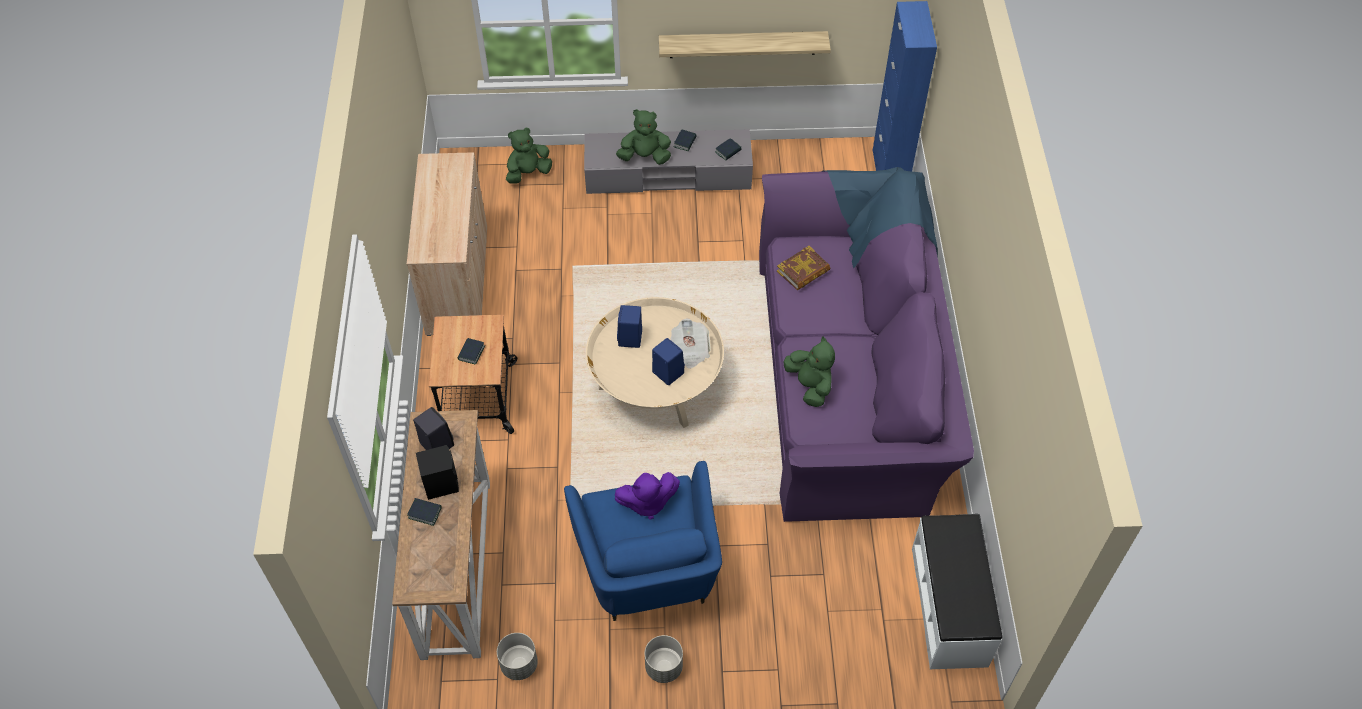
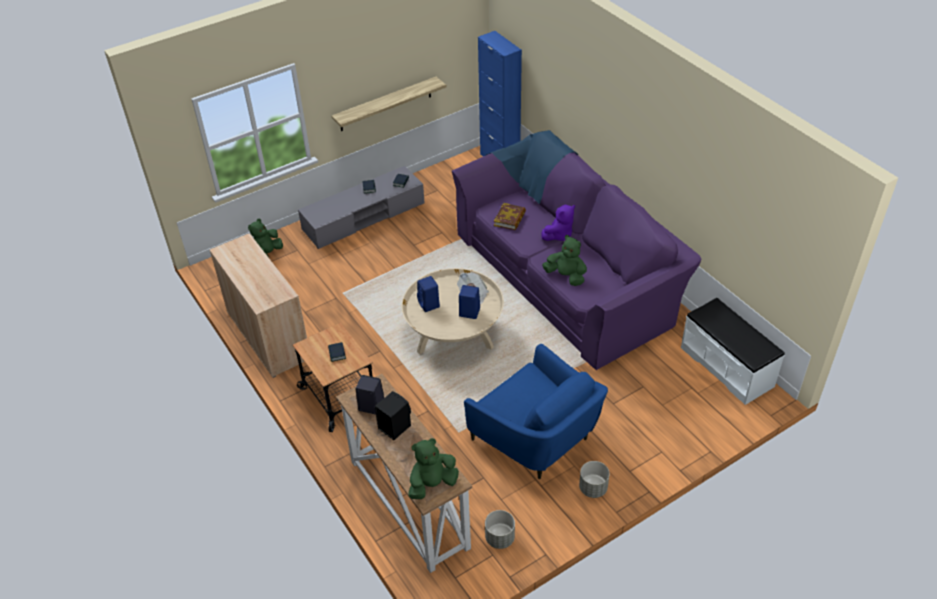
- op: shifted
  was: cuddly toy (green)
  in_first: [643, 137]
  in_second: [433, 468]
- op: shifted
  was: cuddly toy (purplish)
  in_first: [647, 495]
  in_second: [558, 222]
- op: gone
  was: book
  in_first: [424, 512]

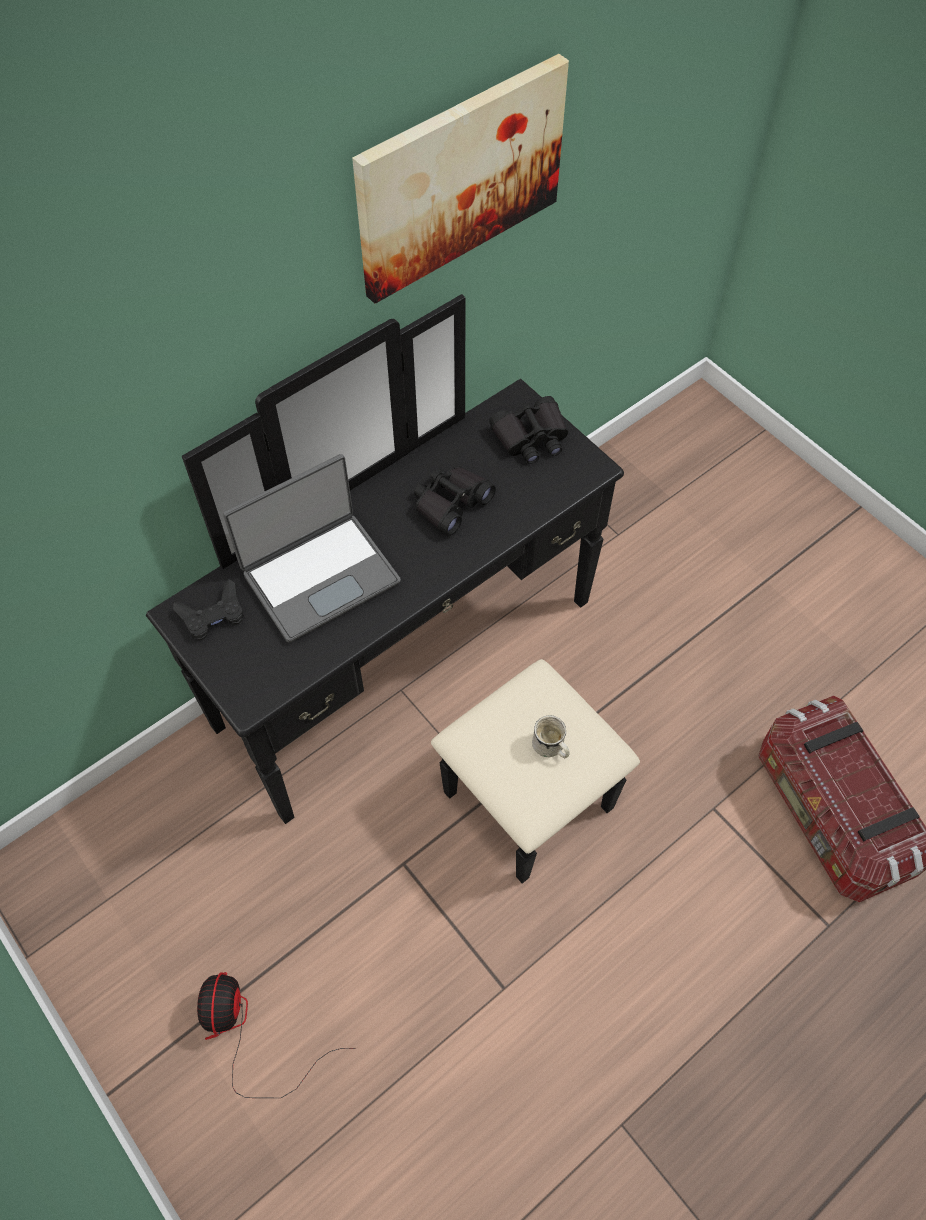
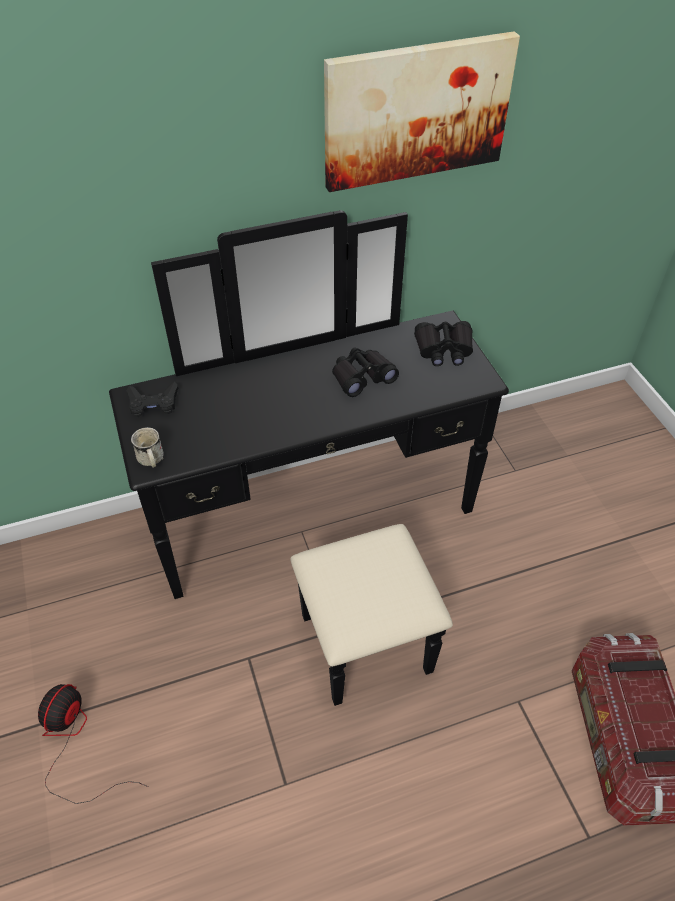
- op: shifted
  was: coffee mug (white-coloured)
  in_first: [551, 736]
  in_second: [147, 447]
- op: gone
  was: portable computer
  in_first: [312, 548]

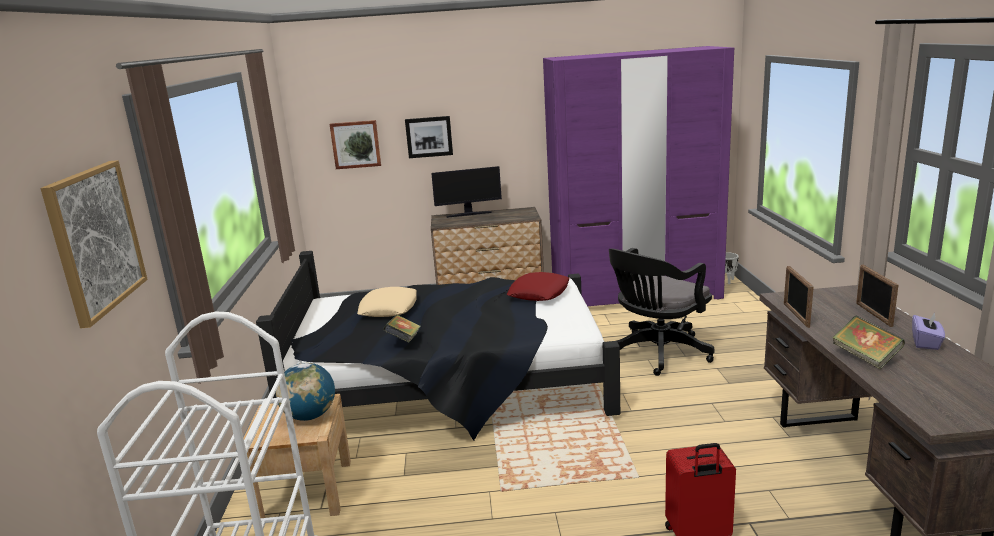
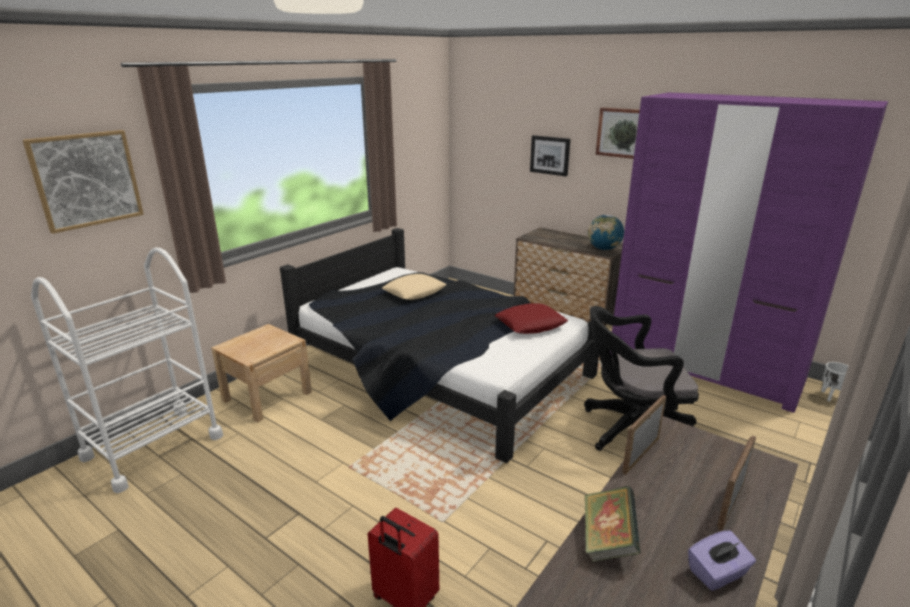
- op: shifted
  was: globe
  in_first: [305, 392]
  in_second: [606, 232]
- op: shifted
  was: wall art
  in_first: [355, 144]
  in_second: [618, 133]
- op: gone
  was: book
  in_first: [402, 329]
- op: gone
  was: monitor
  in_first: [466, 192]

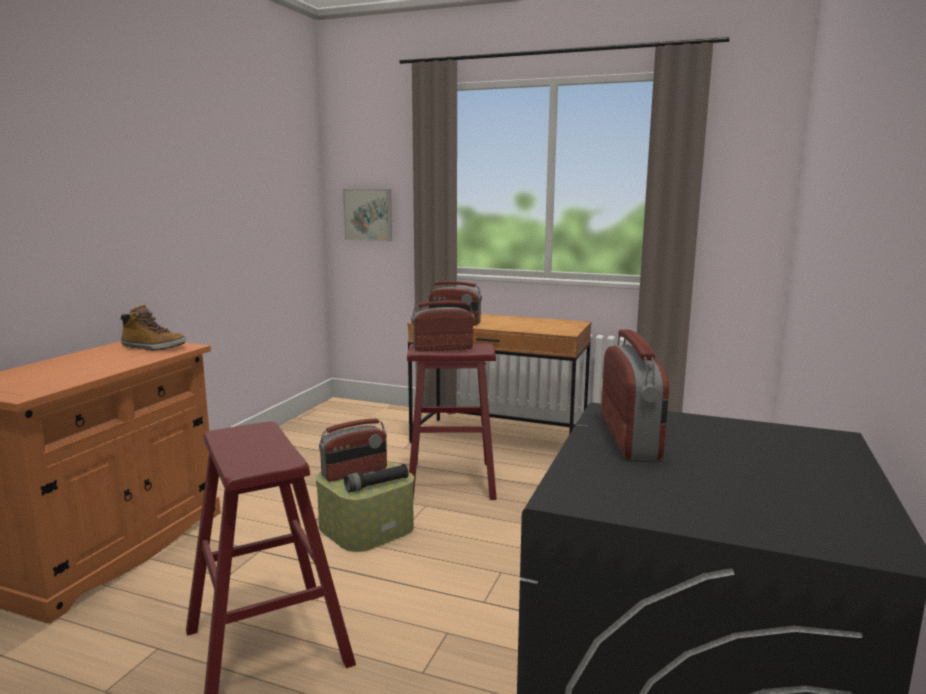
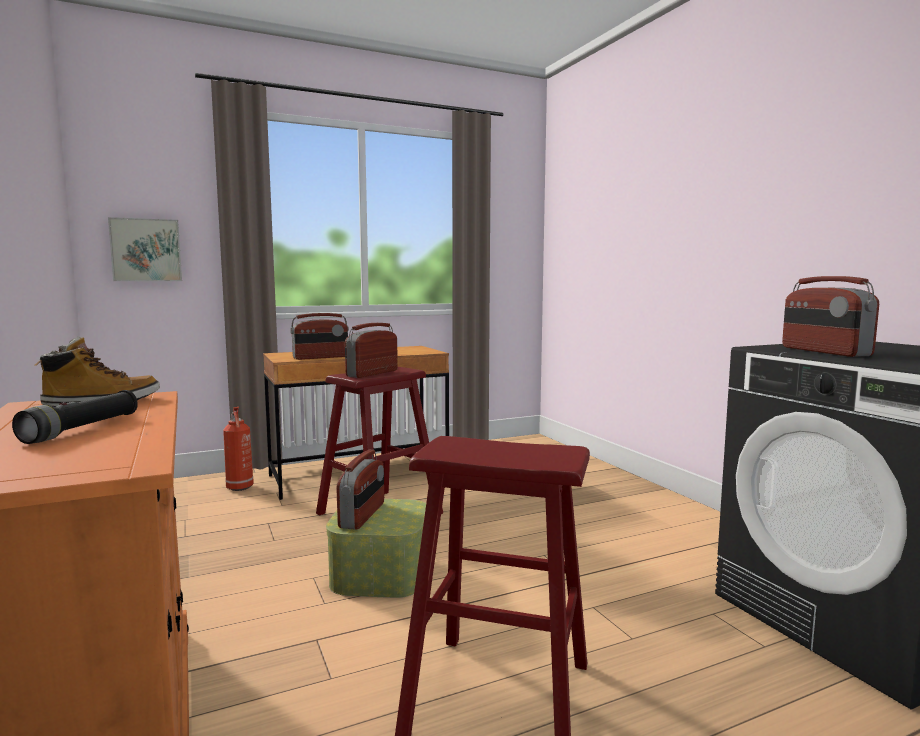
- op: shifted
  was: torch (blackish)
  in_first: [376, 478]
  in_second: [75, 417]
- op: new
  now: extinguisher
  in_second: [238, 449]
- op: rotated
  was: radio receiver
  in_first: [635, 394]
  in_second: [830, 316]
  clockwise: -150

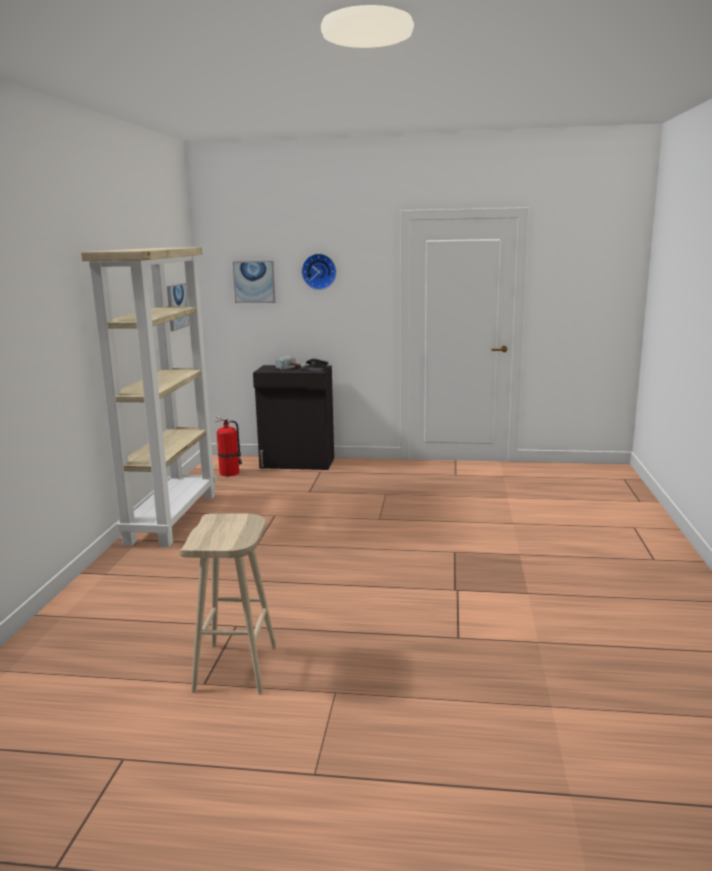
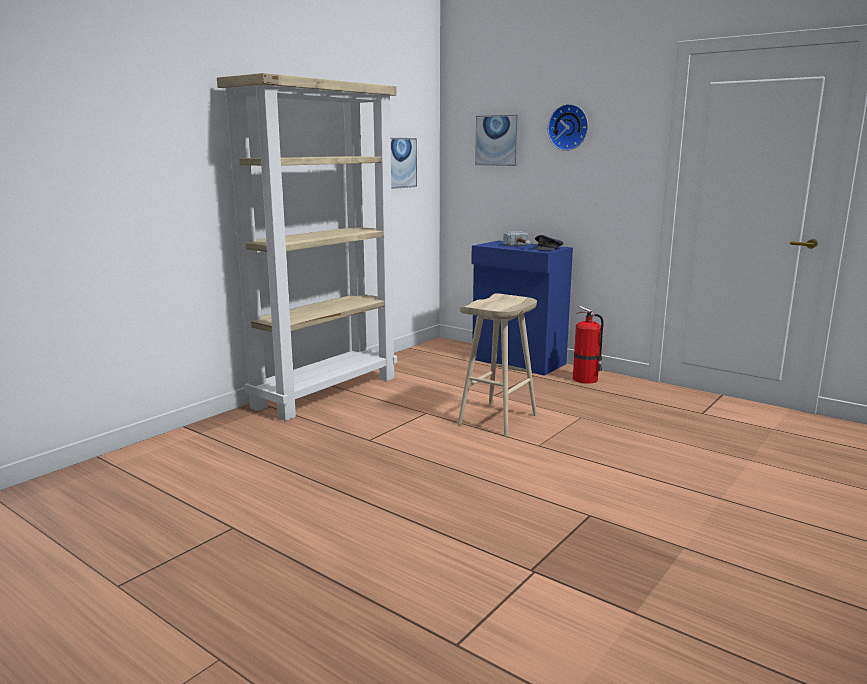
- op: shifted
  was: stool (beige)
  in_first: [227, 603]
  in_second: [497, 365]
- op: repainted
  was: storage cabinet (blackish)
  now: storage cabinet (blue-coloured)
  in_first: [293, 417]
  in_second: [522, 308]
- op: shifted
  was: extinguisher
  in_first: [228, 446]
  in_second: [588, 345]

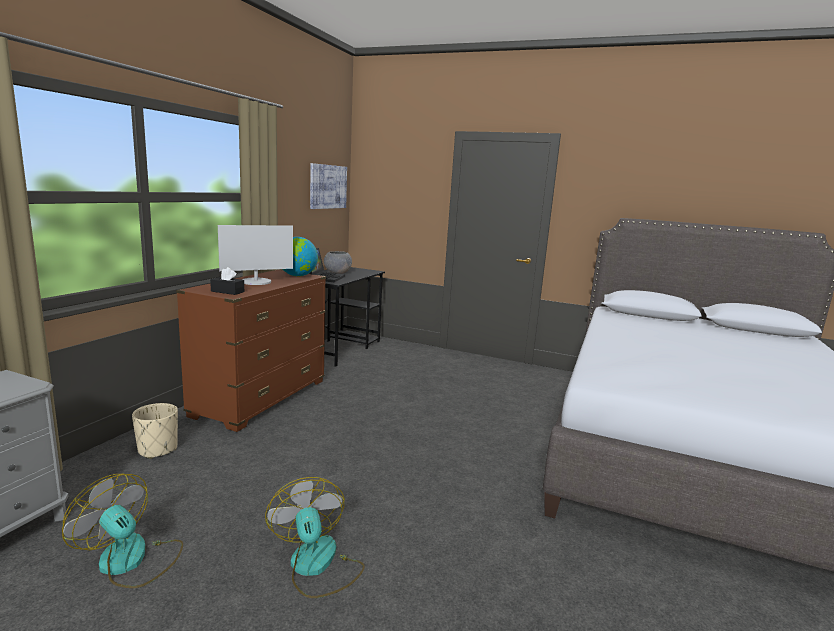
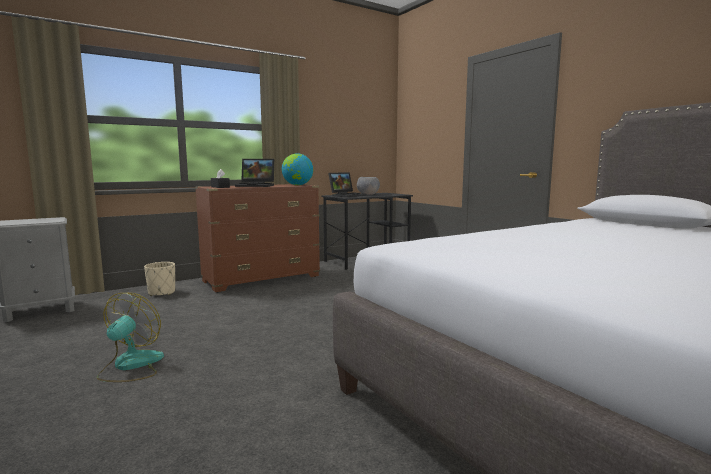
- op: swapped
  was: monitor
  now: portable computer
  in_first: [255, 255]
  in_second: [254, 173]
- op: gone
  was: electric fan
  in_first: [122, 531]
- op: gone
  was: wall art
  in_first: [328, 186]

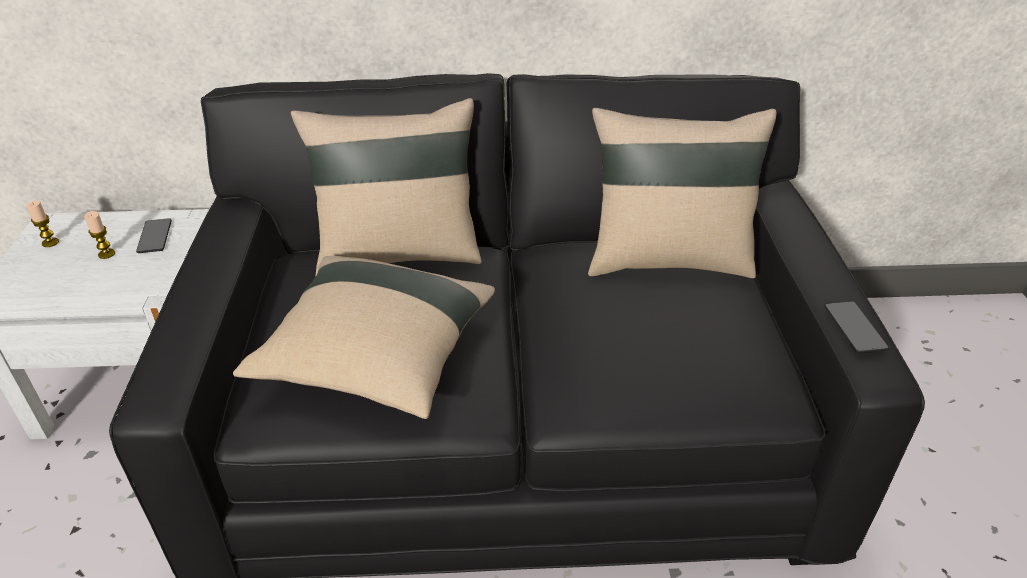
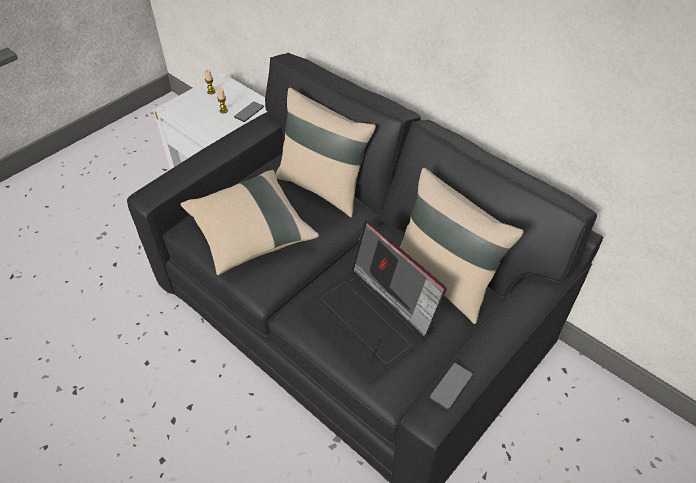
- op: new
  now: portable computer
  in_second: [373, 300]

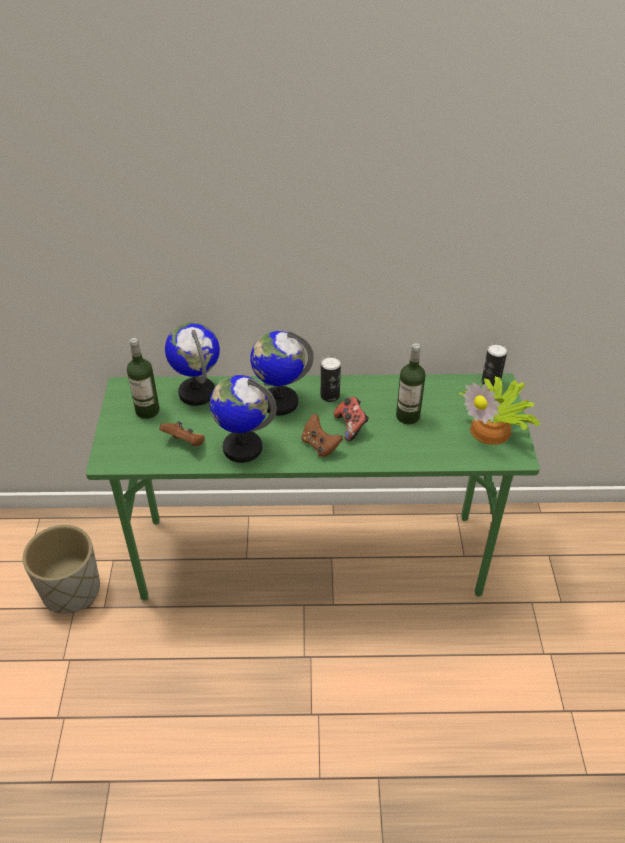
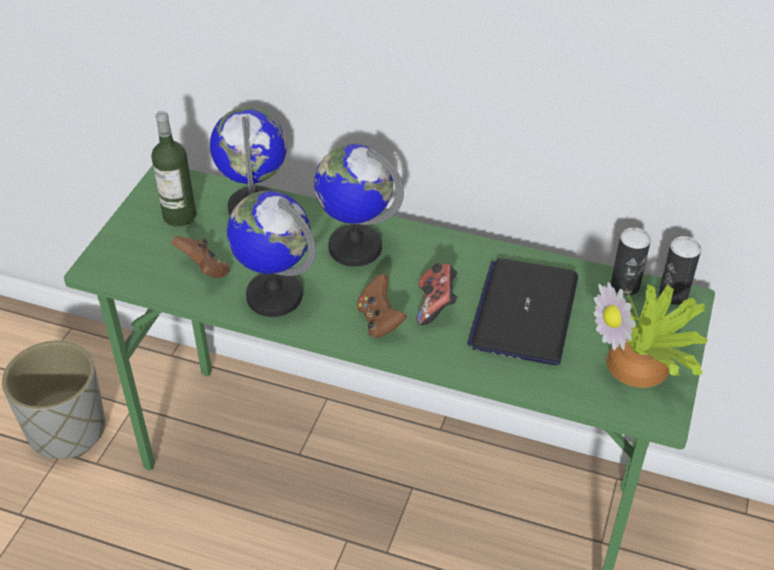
- op: swapped
  was: bottle
  now: portable computer
  in_first: [411, 384]
  in_second: [522, 311]
- op: shifted
  was: can
  in_first: [331, 379]
  in_second: [631, 261]

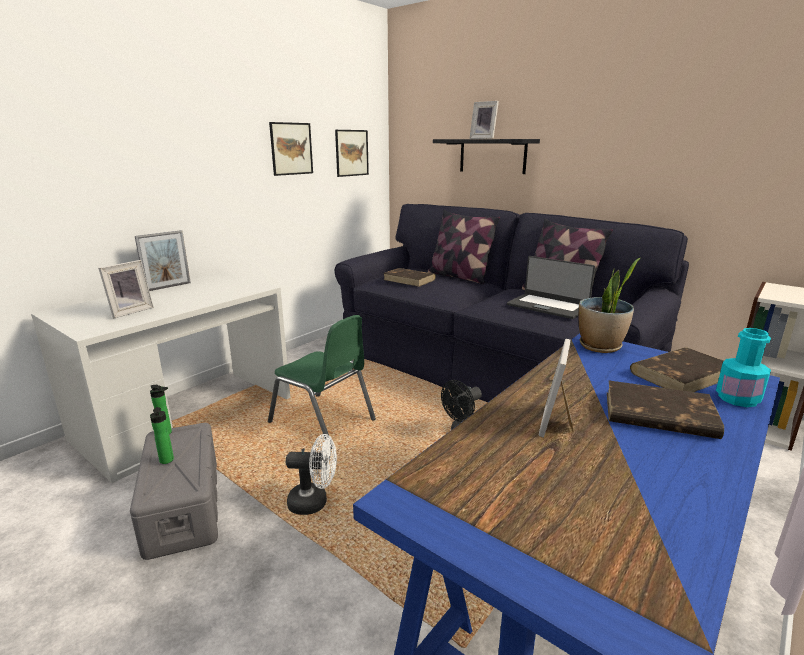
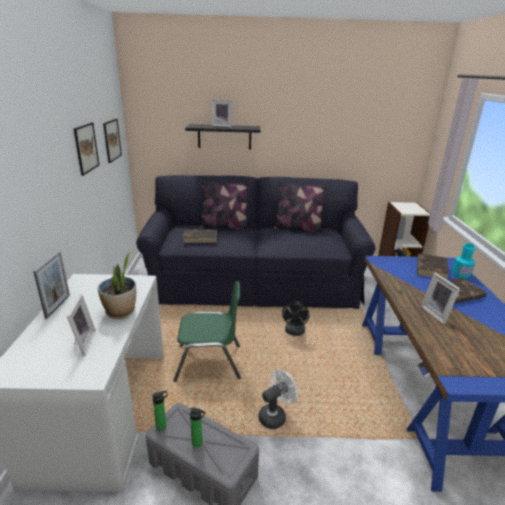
- op: shifted
  was: houseplant
  in_first: [609, 305]
  in_second: [117, 285]
- op: gone
  was: portable computer
  in_first: [551, 287]

